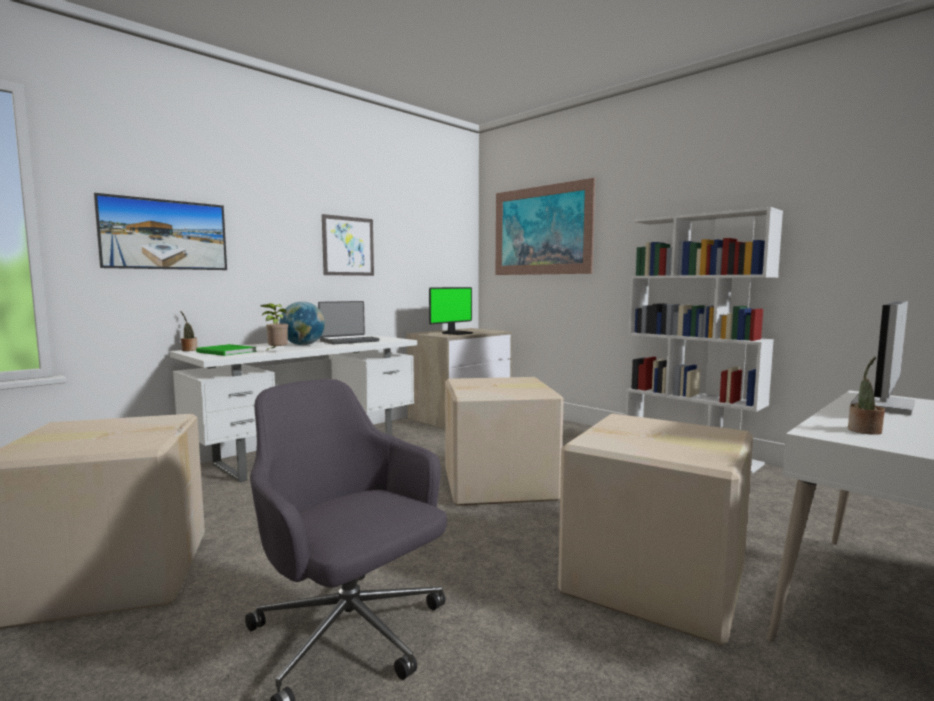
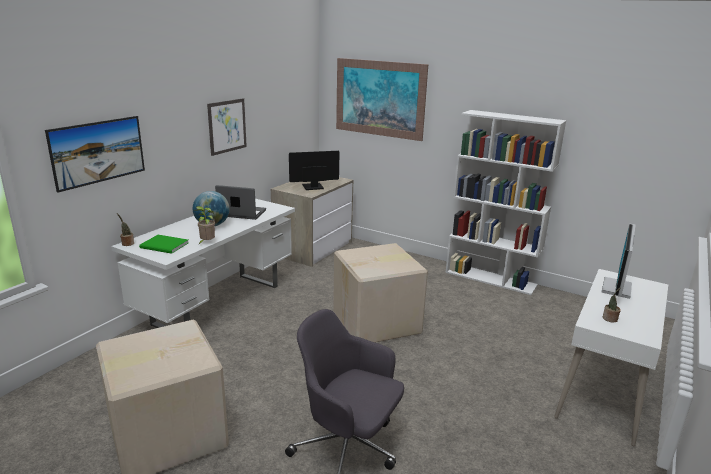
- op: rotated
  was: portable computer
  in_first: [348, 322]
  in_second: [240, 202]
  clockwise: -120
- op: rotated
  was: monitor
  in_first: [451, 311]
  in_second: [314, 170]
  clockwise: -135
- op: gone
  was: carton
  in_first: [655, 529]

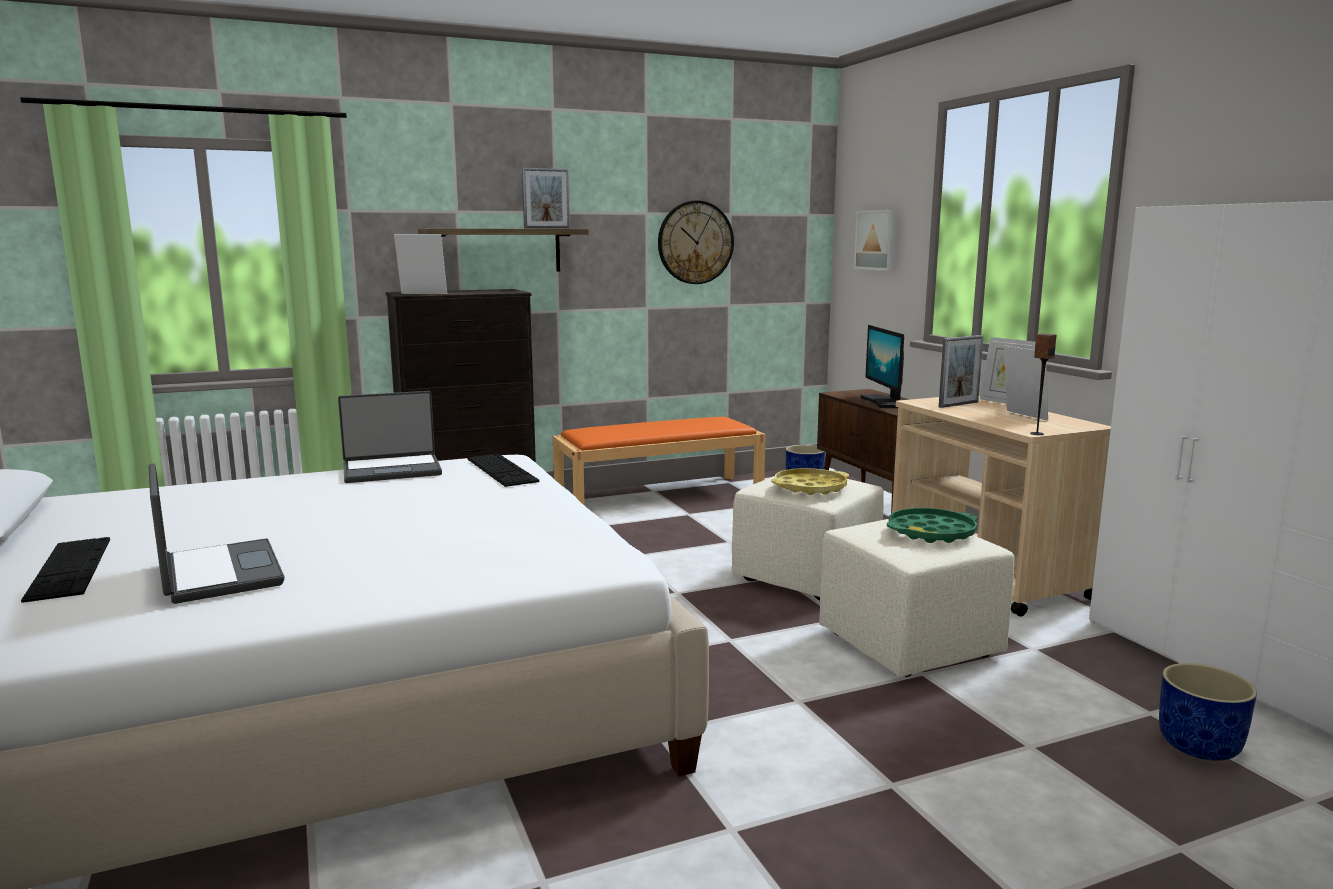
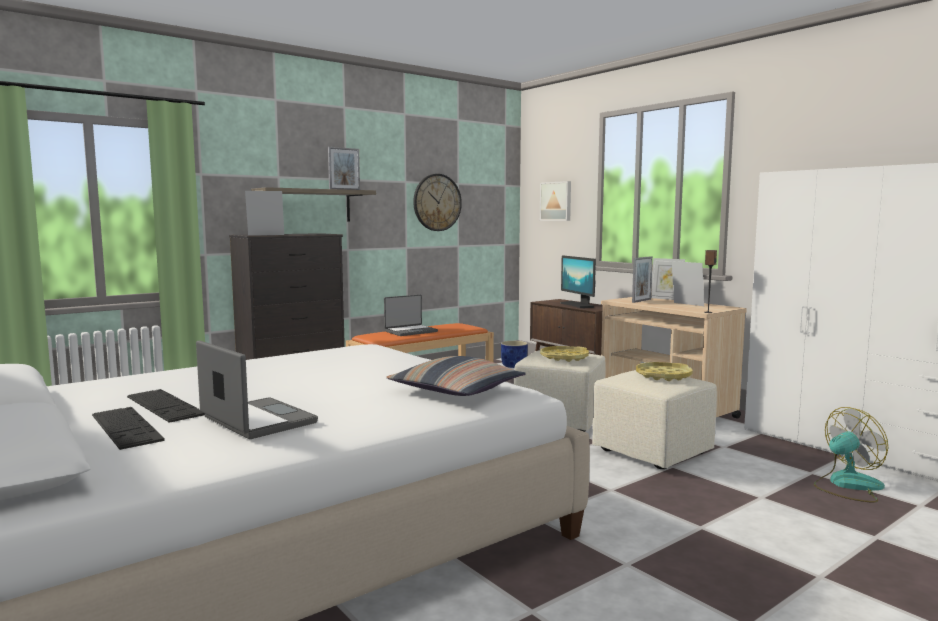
- op: shifted
  was: keyboard
  in_first: [503, 470]
  in_second: [166, 406]
- op: shifted
  was: portable computer
  in_first: [390, 437]
  in_second: [411, 315]
- op: new
  now: throw pillow
  in_second: [456, 376]
- op: repainted
  was: tray (green)
  now: tray (yellow-coloured)
  in_first: [932, 525]
  in_second: [664, 371]
- op: swapped
  was: plant pot (blue-coloured)
  now: electric fan
  in_first: [1208, 712]
  in_second: [851, 455]

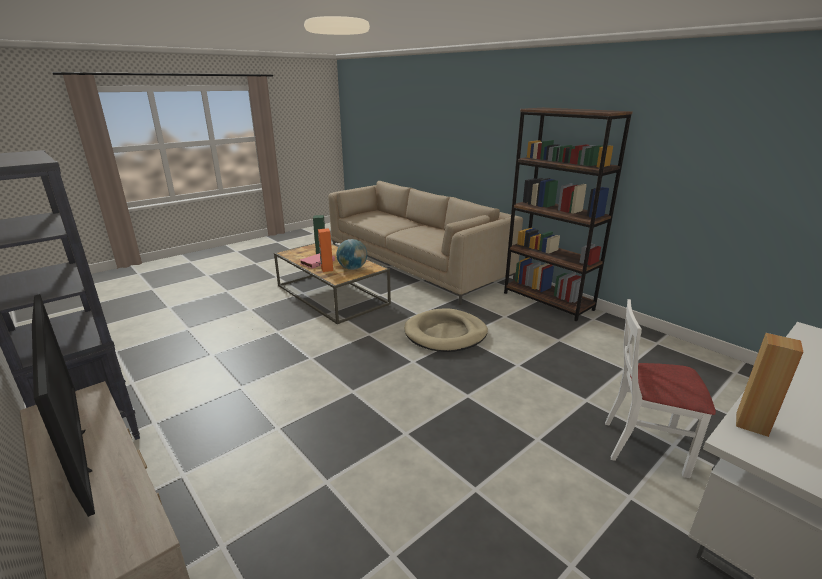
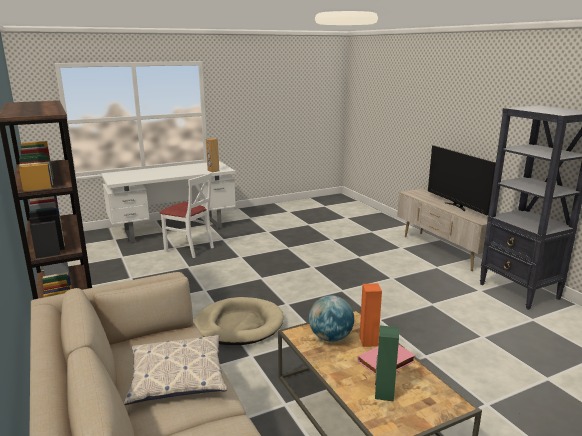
- op: new
  now: throw pillow
  in_second: [175, 370]

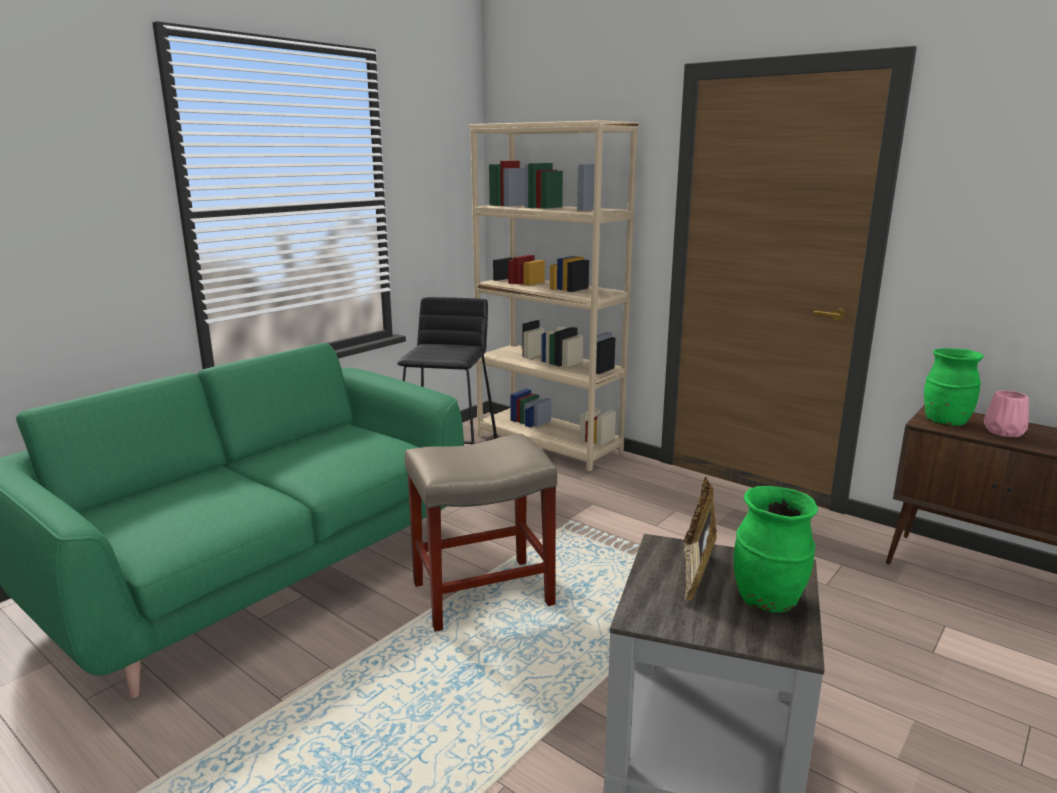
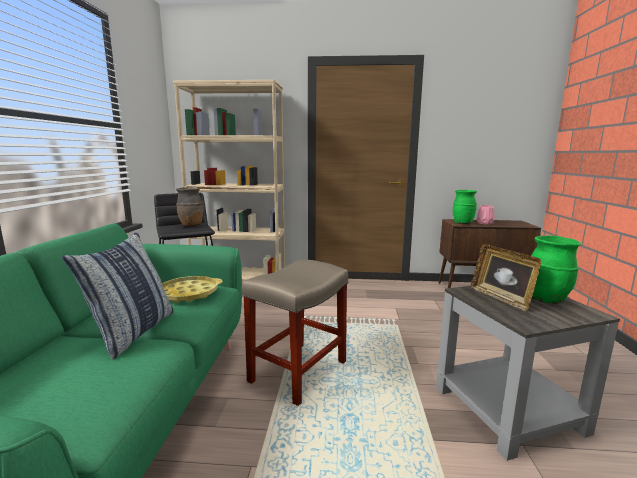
- op: new
  now: throw pillow
  in_second: [118, 296]
- op: new
  now: tray (yellow-coloured)
  in_second: [192, 289]
- op: new
  now: decorative vase (brown-coloured)
  in_second: [189, 206]

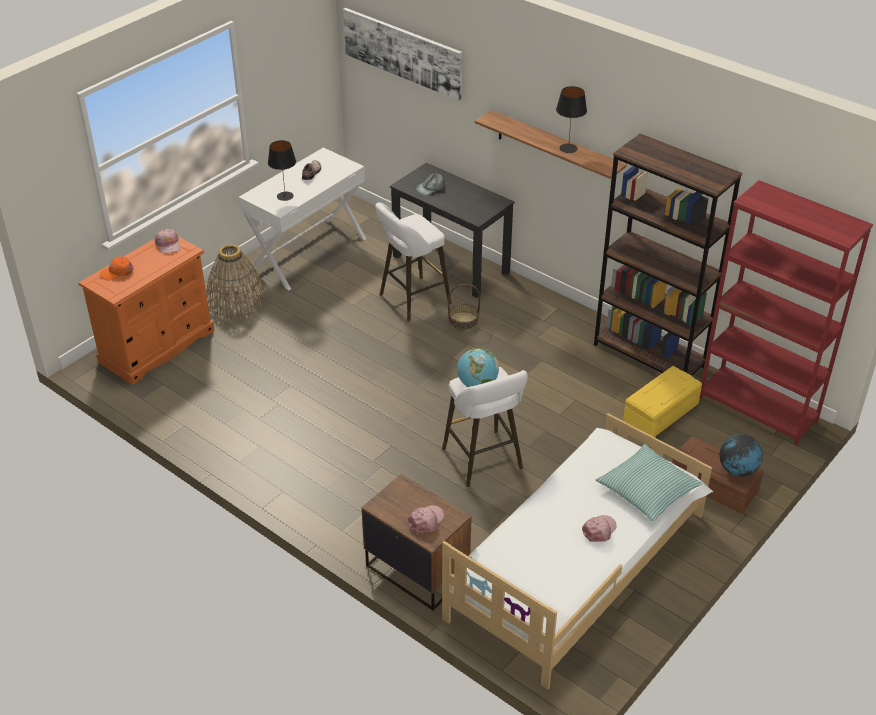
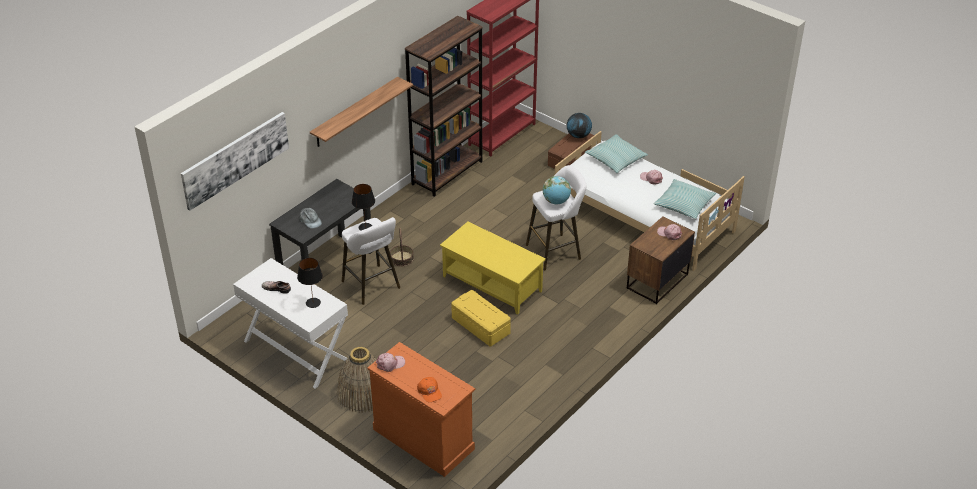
- op: shifted
  was: lamp for a table (blackish)
  in_first: [571, 119]
  in_second: [363, 207]
- op: new
  now: low table (yellow-coloured)
  in_second: [493, 267]
- op: shifted
  was: storage box (yellow-coloured)
  in_first: [662, 401]
  in_second: [481, 318]
- op: new
  now: throw pillow
  in_second: [685, 199]

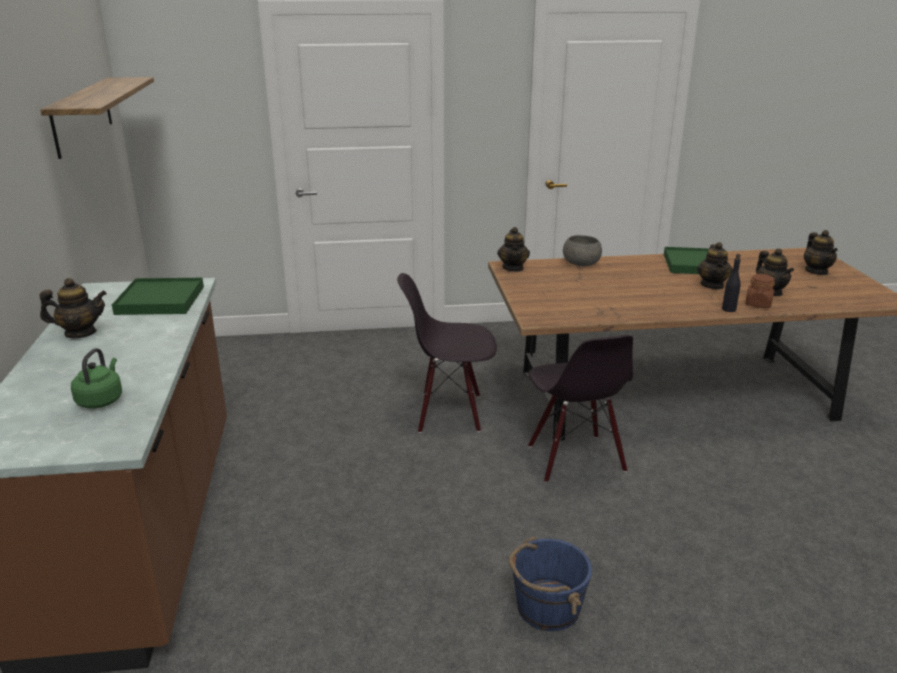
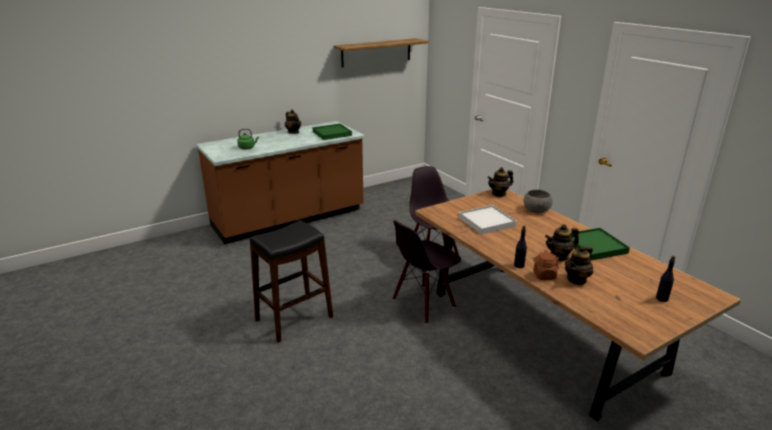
- op: swapped
  was: bucket (blue-coloured)
  now: stool (blackish)
  in_first: [550, 584]
  in_second: [291, 281]
- op: new
  now: tray (white-coloured)
  in_second: [488, 220]
- op: swapped
  was: teapot
  now: bottle (blackish)
  in_first: [821, 252]
  in_second: [665, 279]

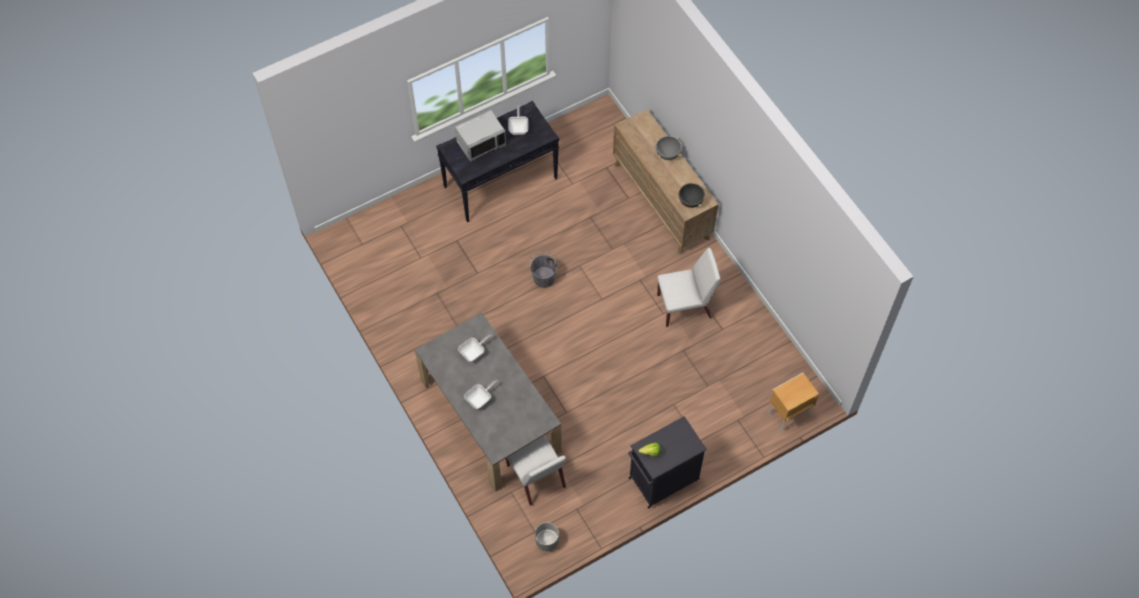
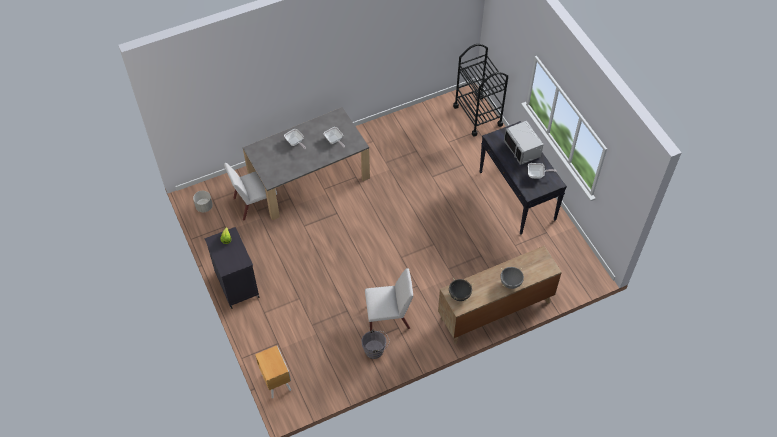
- op: shifted
  was: bucket (grey)
  in_first: [544, 269]
  in_second: [375, 344]
- op: rotated
  was: upright chair (white-coloured)
  in_first: [688, 287]
  in_second: [389, 299]
  clockwise: -90
- op: new
  now: wheeled cart (blackish)
  in_second: [480, 90]

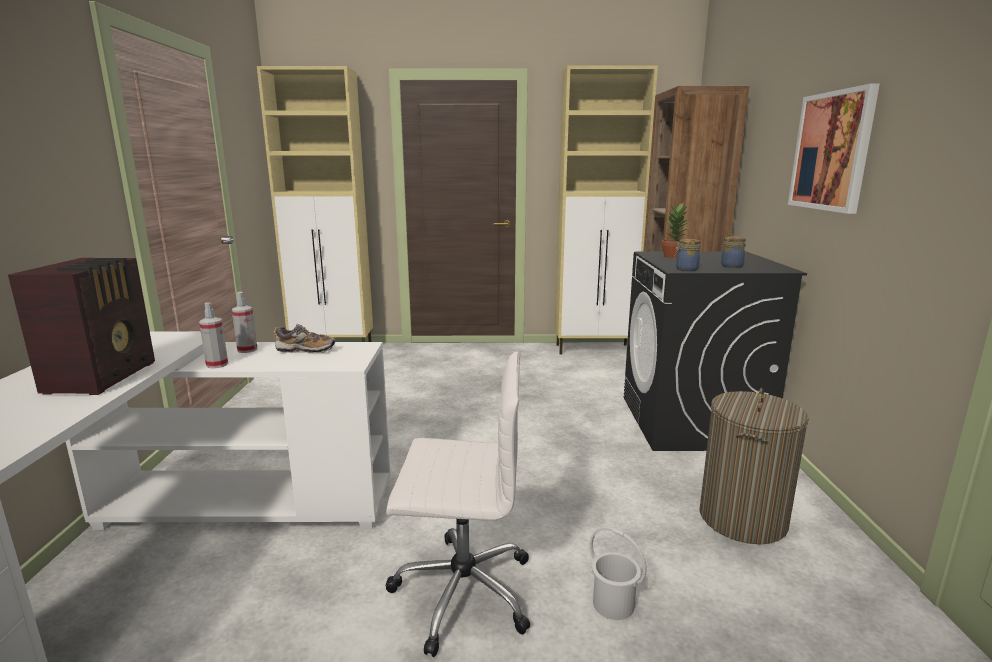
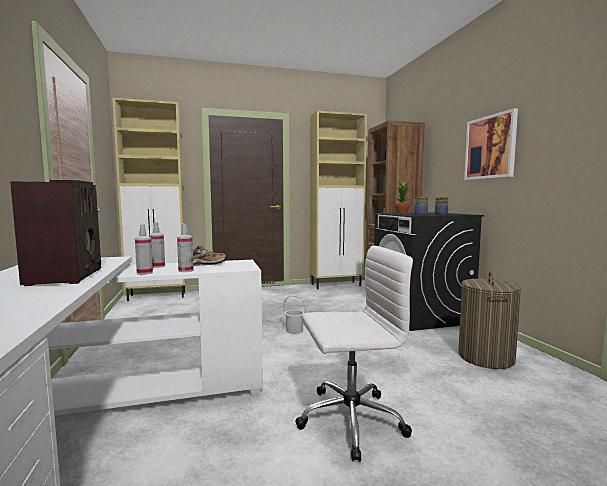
- op: new
  now: spray bottle
  in_second: [185, 248]
- op: shifted
  was: bucket (white-coloured)
  in_first: [618, 573]
  in_second: [294, 314]

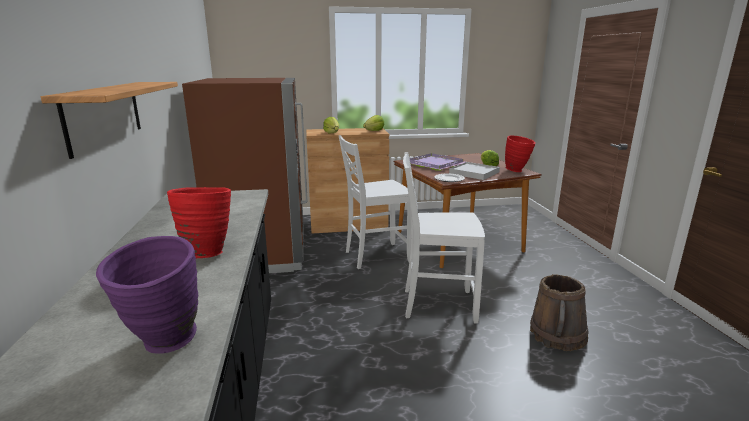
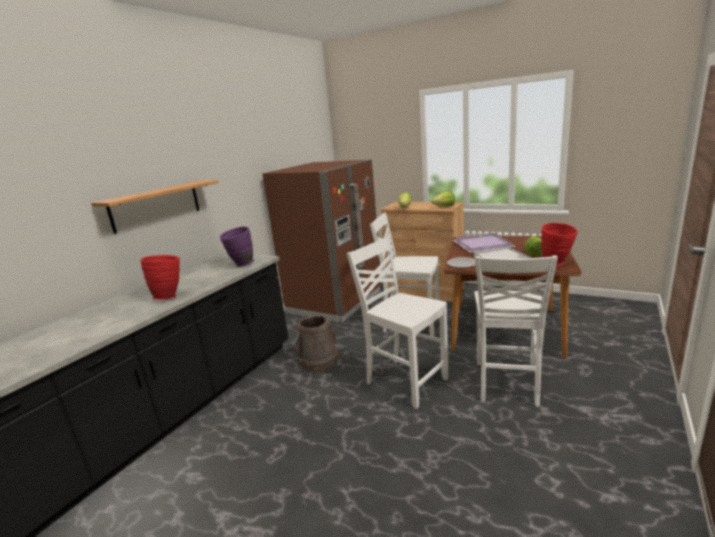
- op: shifted
  was: decorative vase (purplish)
  in_first: [147, 295]
  in_second: [237, 247]
- op: shifted
  was: bucket (brown-coloured)
  in_first: [559, 312]
  in_second: [315, 344]
- op: new
  now: upright chair (white-coloured)
  in_second: [516, 331]

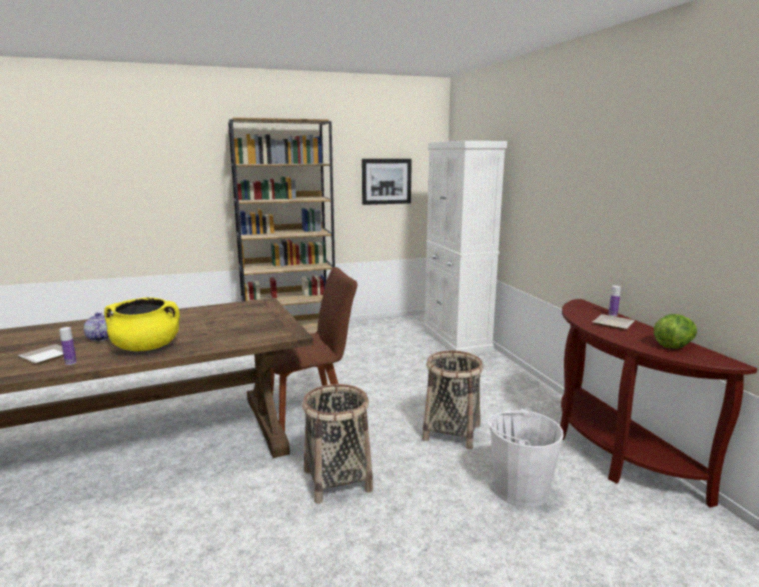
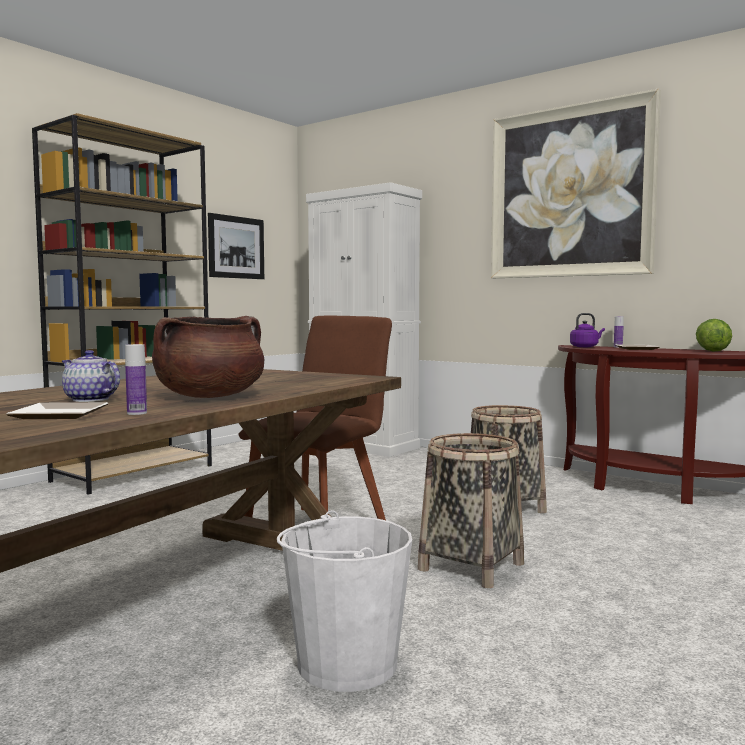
- op: repainted
  was: stockpot (yellow-coloured)
  now: stockpot (brown-coloured)
  in_first: [142, 324]
  in_second: [208, 357]
- op: shifted
  was: bucket (white-coloured)
  in_first: [525, 458]
  in_second: [344, 601]
- op: new
  now: wall art
  in_second: [576, 183]
- op: new
  now: tea kettle (purplish)
  in_second: [587, 330]

